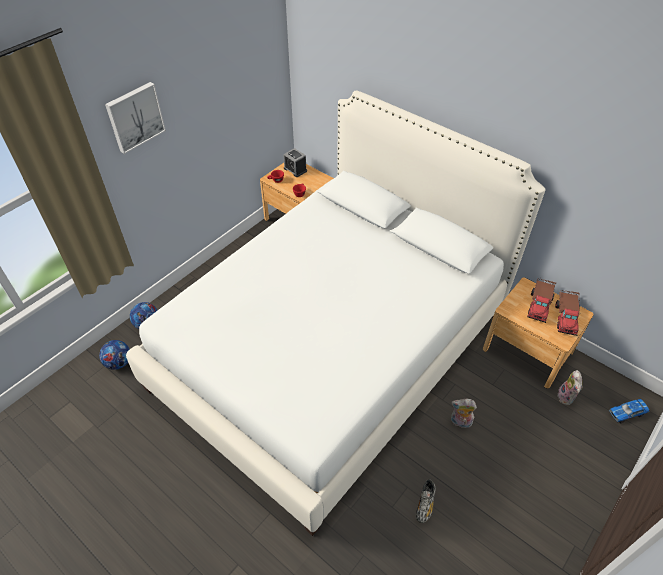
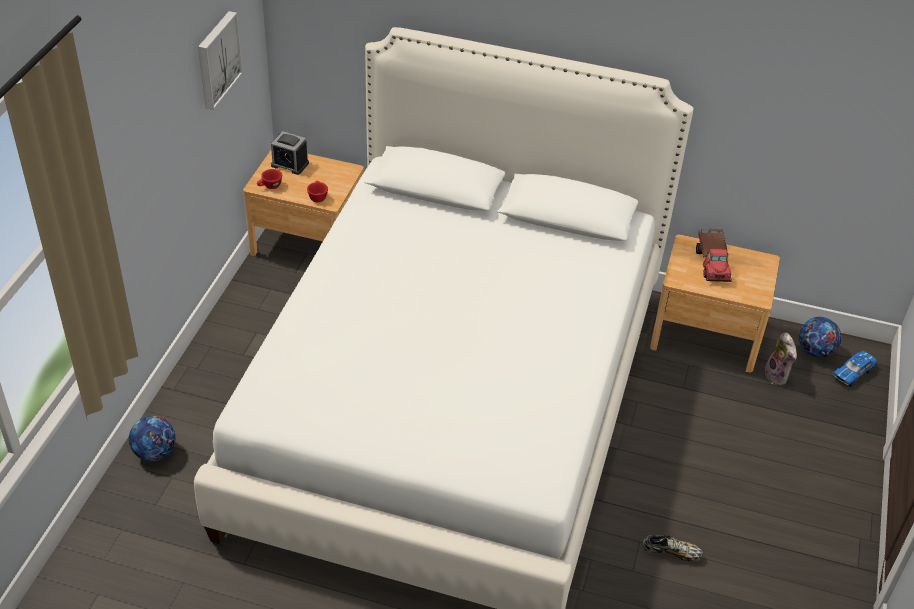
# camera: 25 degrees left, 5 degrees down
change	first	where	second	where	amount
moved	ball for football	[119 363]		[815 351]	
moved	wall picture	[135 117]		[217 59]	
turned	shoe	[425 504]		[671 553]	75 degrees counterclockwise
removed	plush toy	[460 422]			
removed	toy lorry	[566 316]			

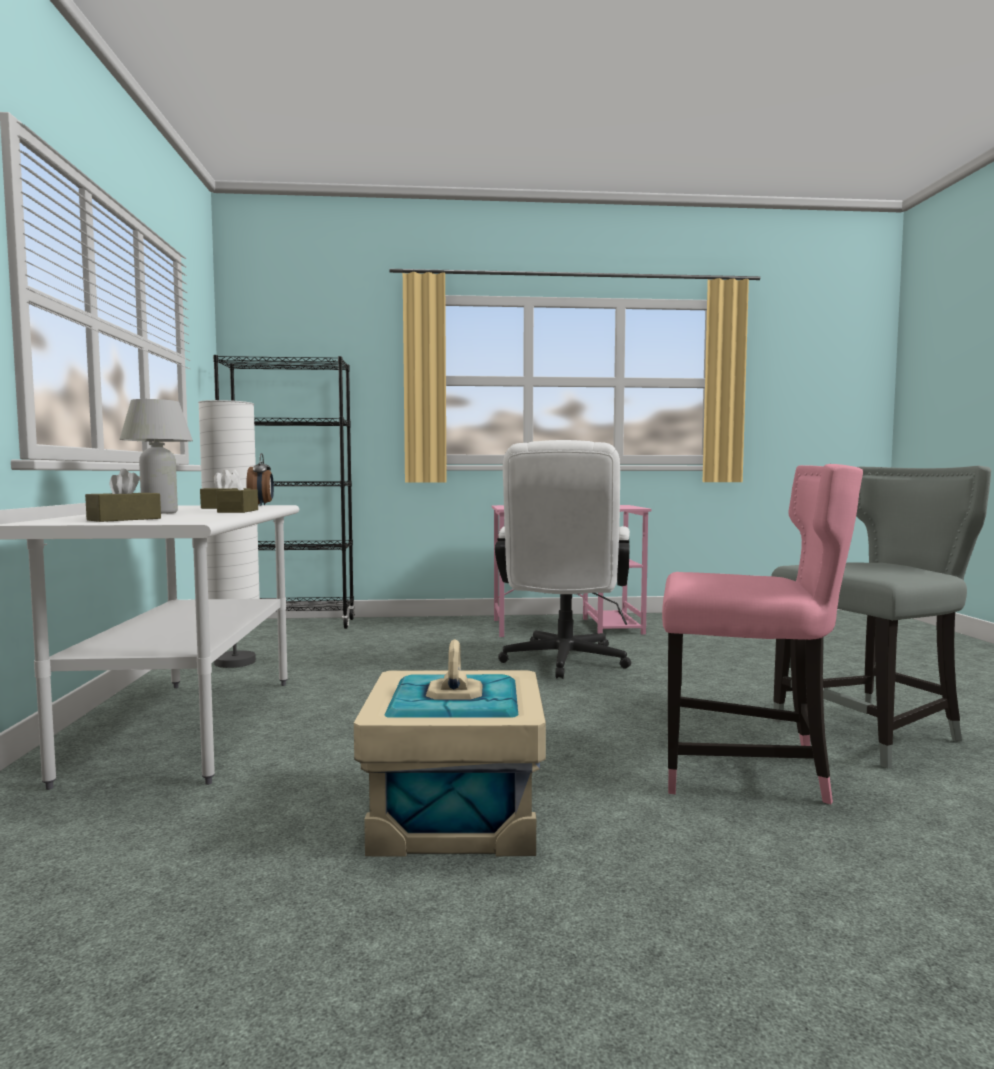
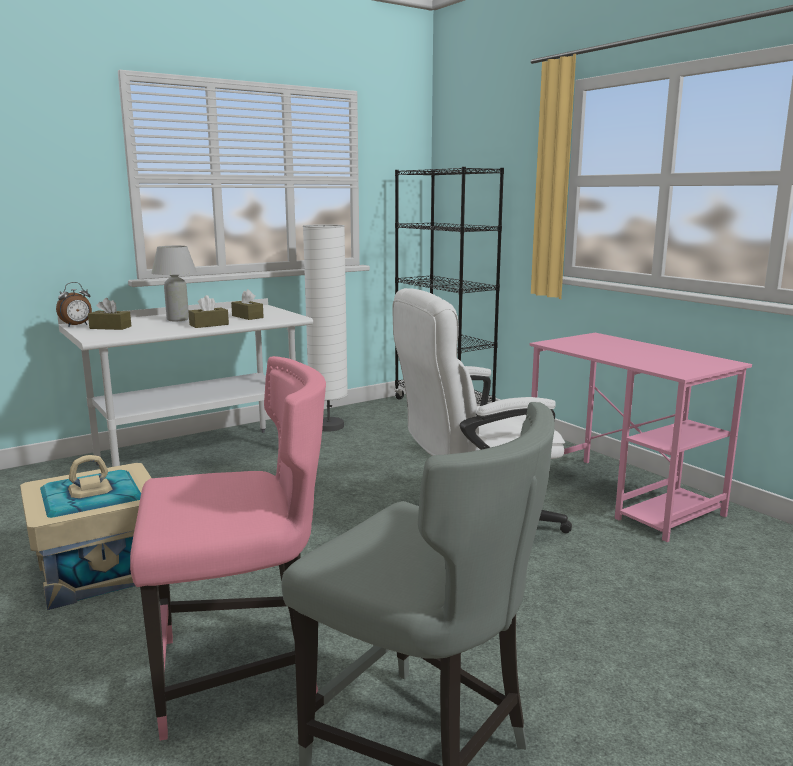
# camera: 60 degrees right, 10 degrees up
change	first	where	second	where	amount
moved	bedside clock	[261 505]		[77 325]	
turned	pink plain chair	[746 770]		[241 673]	90 degrees counterclockwise

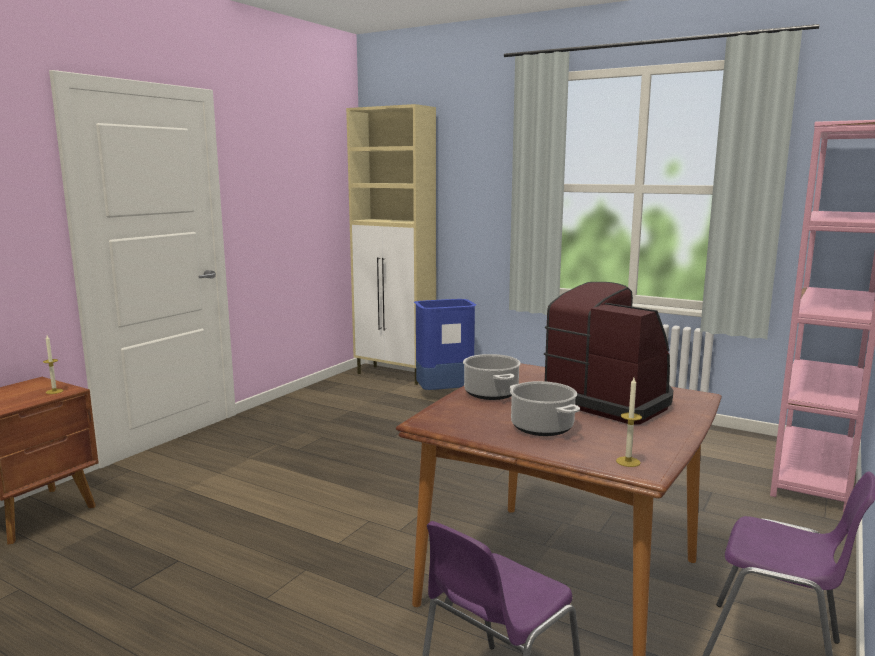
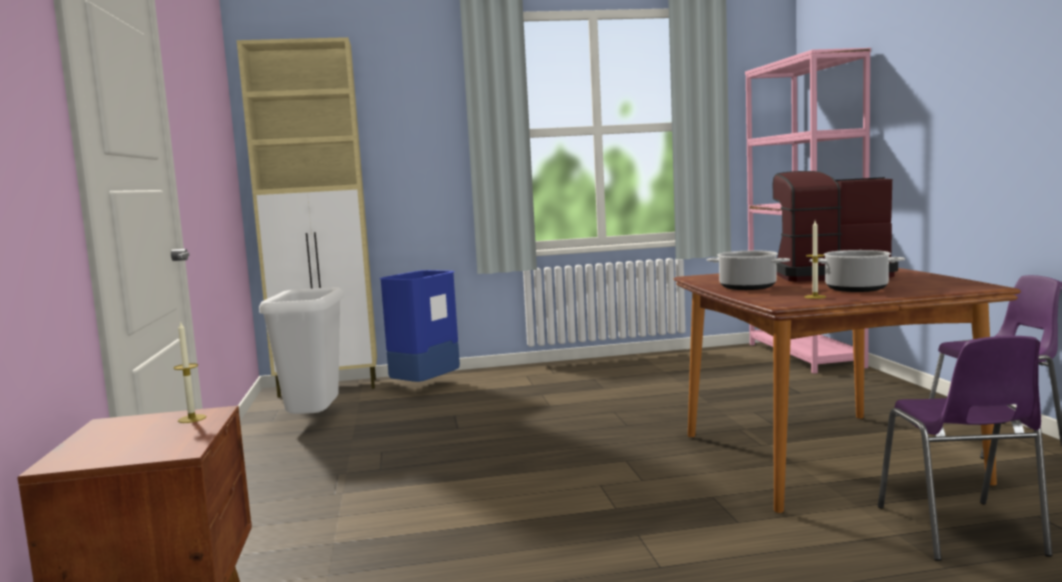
# camera: 40 degrees left, 5 degrees down
change	first	where	second	where	amount
moved	wax light	[628 461]		[815 297]	
added			white trash can	[313 423]	

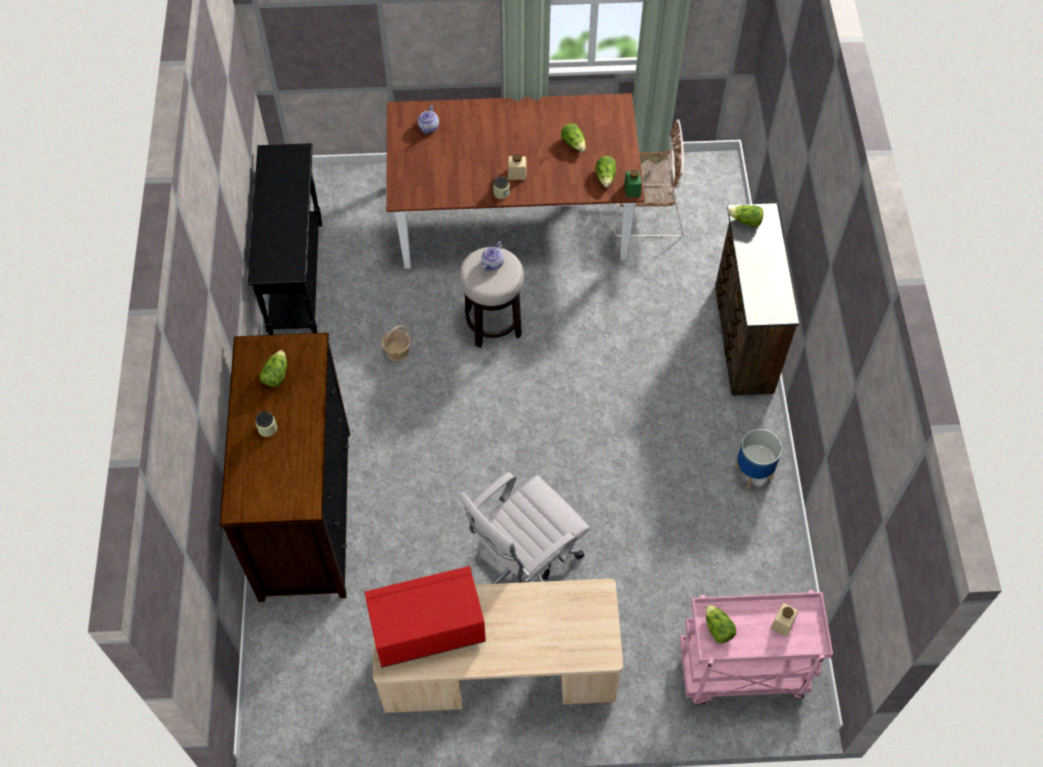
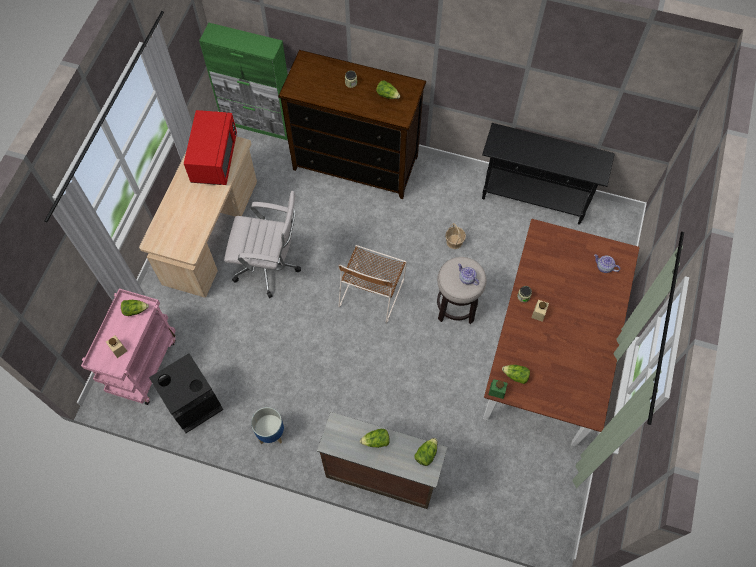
# camera: 110 degrees right, 5 degrees up
change	first	where	second	where	amount
turned	white office chair	[524 565]		[269 267]	120 degrees clockwise
moved	lettuce	[574 144]		[376 441]	
moved	brown plain chair	[644 210]		[372 290]	
added			black-coloured trash can	[193 404]	
added			green-coloured cupboard	[258 123]	

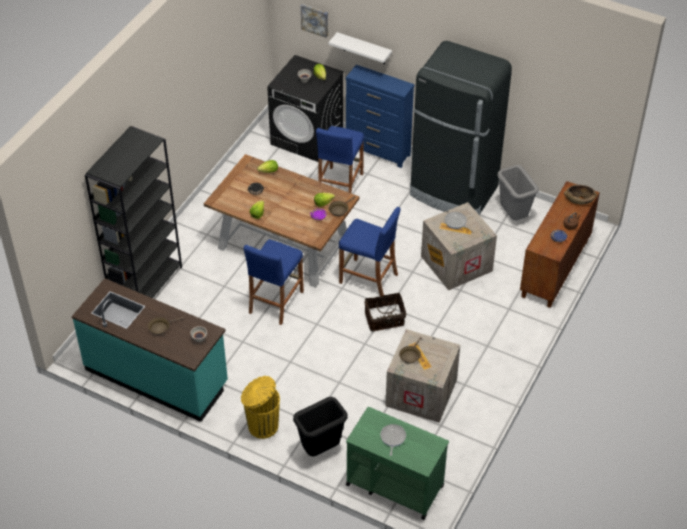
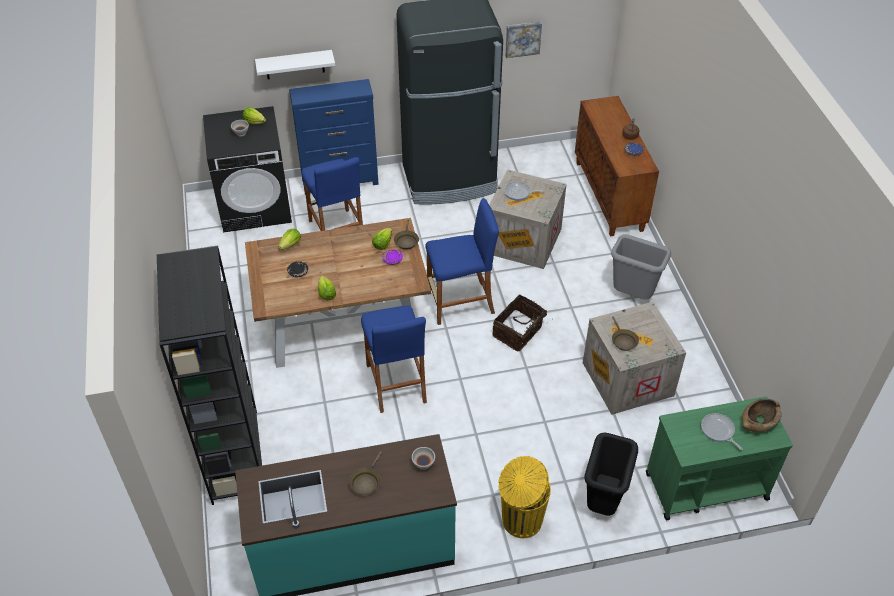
# camera: 40 degrees left, 0 degrees up
change	first	where	second	where	amount
moved	wall picture	[315 19]		[522 38]	
moved	greyish trash can	[513 215]		[632 295]	
moved	brown deep dish	[579 199]		[758 421]	

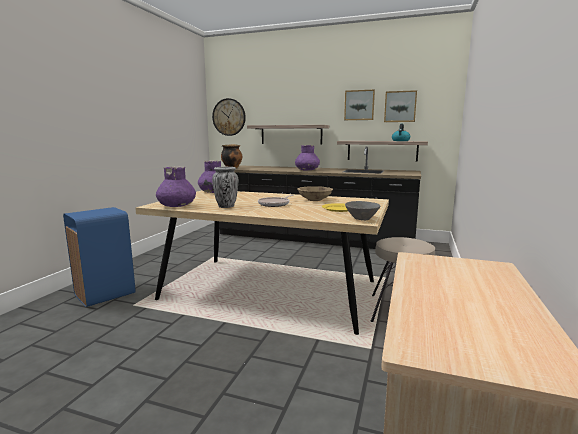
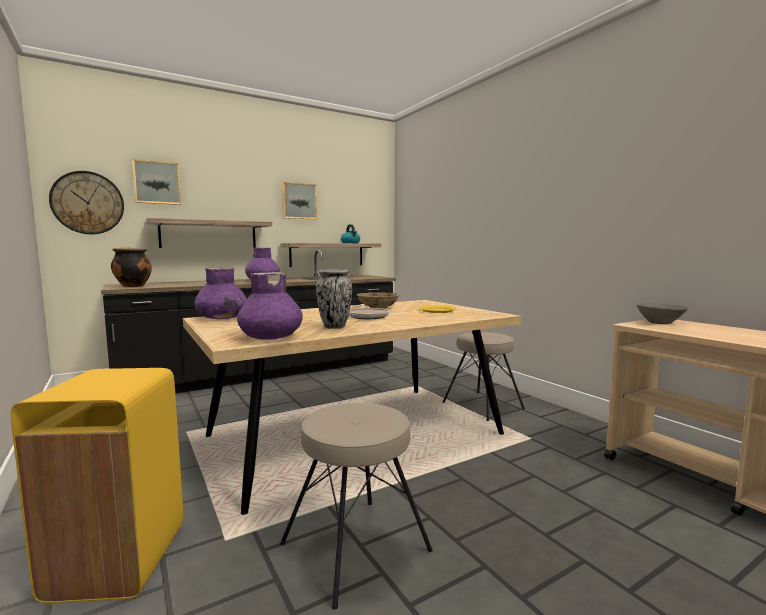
# camera: 50 degrees left, 5 degrees down
change	first	where	second	where	amount
recoloured	blue trash can	[104 294]	yellowish trash can	[116 561]	
moved	greyish deep dish	[362 219]		[660 323]	
moved	wall picture	[400 106]		[157 183]	
added			beige-coloured stool seat	[356 547]	

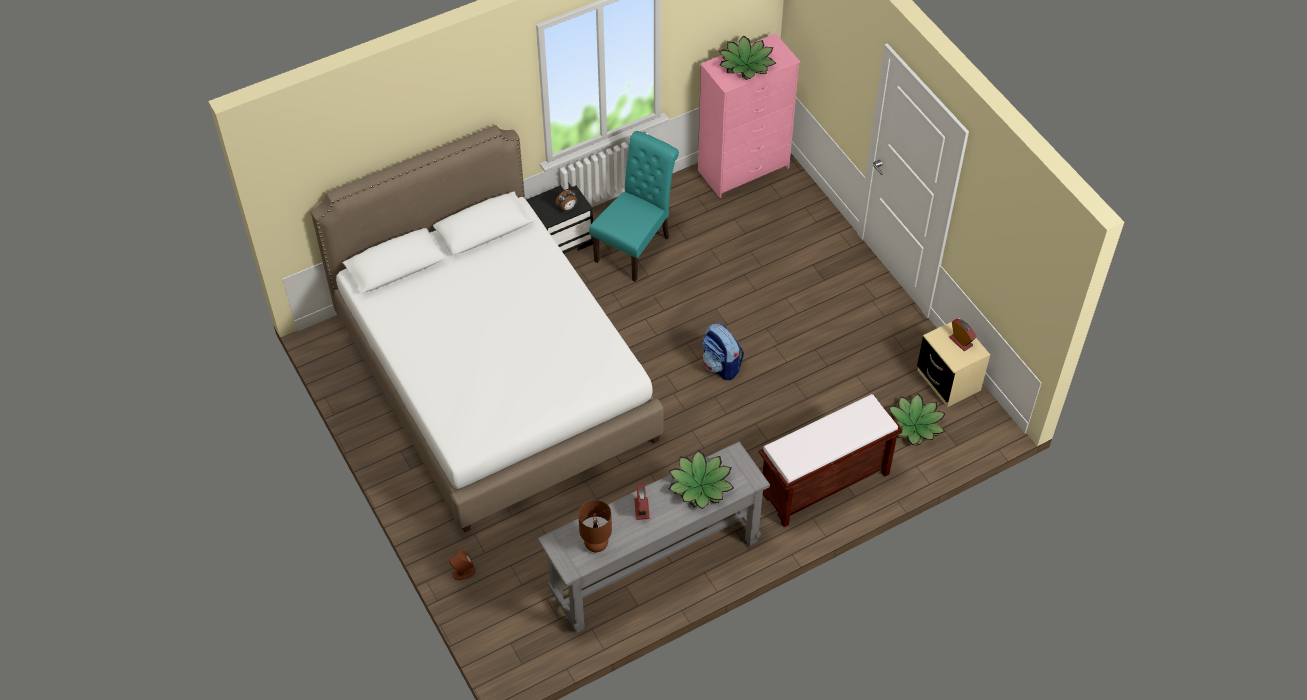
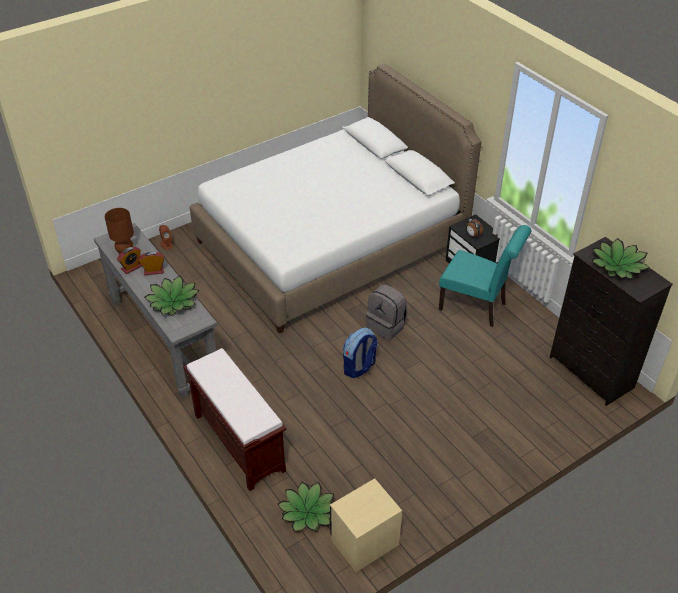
# camera: 85 degrees right, 10 degrees down
change	first	where	second	where	amount
recoloured	pink chest of drawers	[744 169]	black-coloured chest of drawers	[591 373]	
moved	bedside clock	[961 341]		[131 267]	
added			greyish backpack	[387 326]	

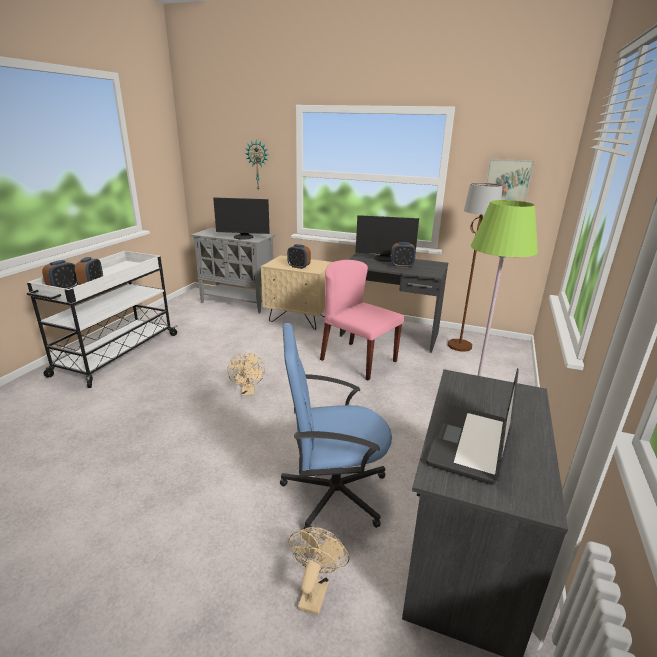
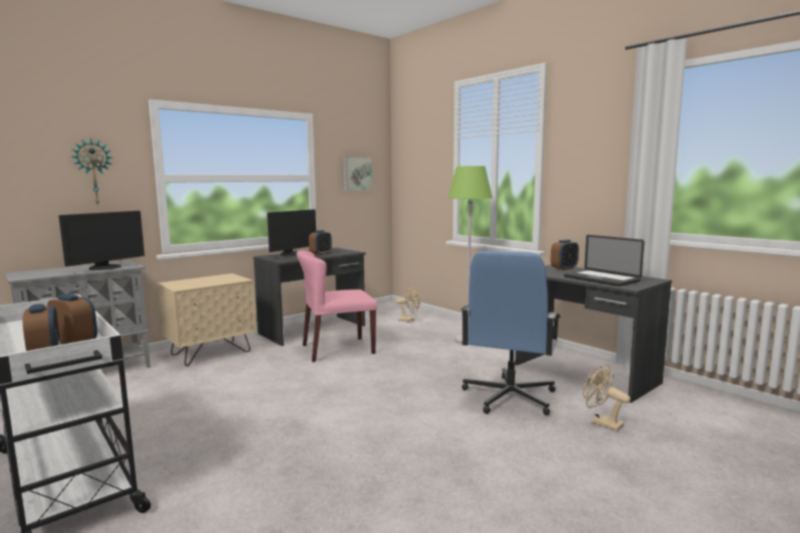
# camera: 60 degrees left, 15 degrees down
change	first	where	second	where	amount
moved	beige-coloured electric fan	[248 392]		[409 320]	
moved	bedside clock	[298 267]		[564 268]	
removed	brown standing lamp	[460 346]			

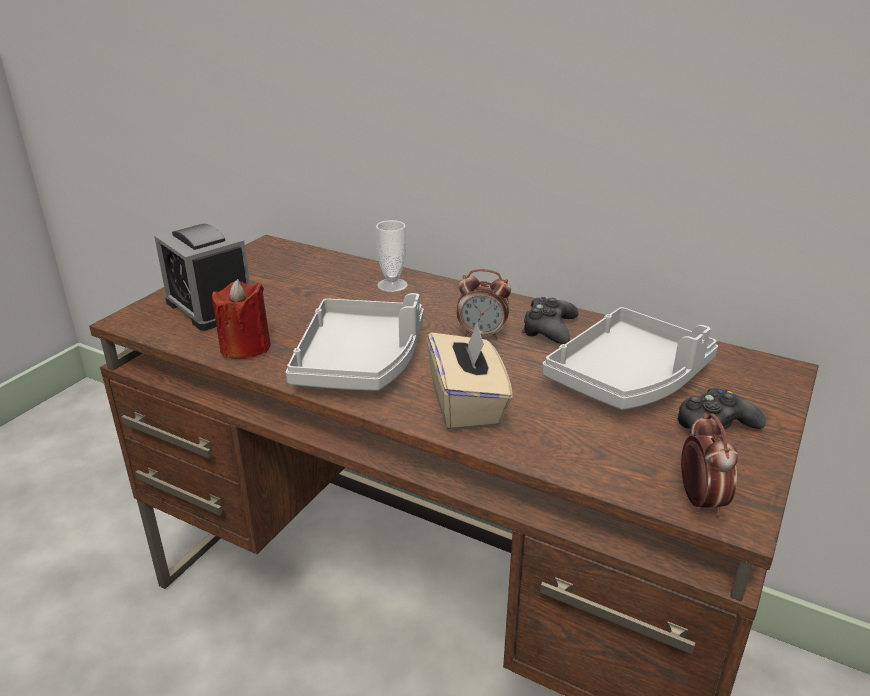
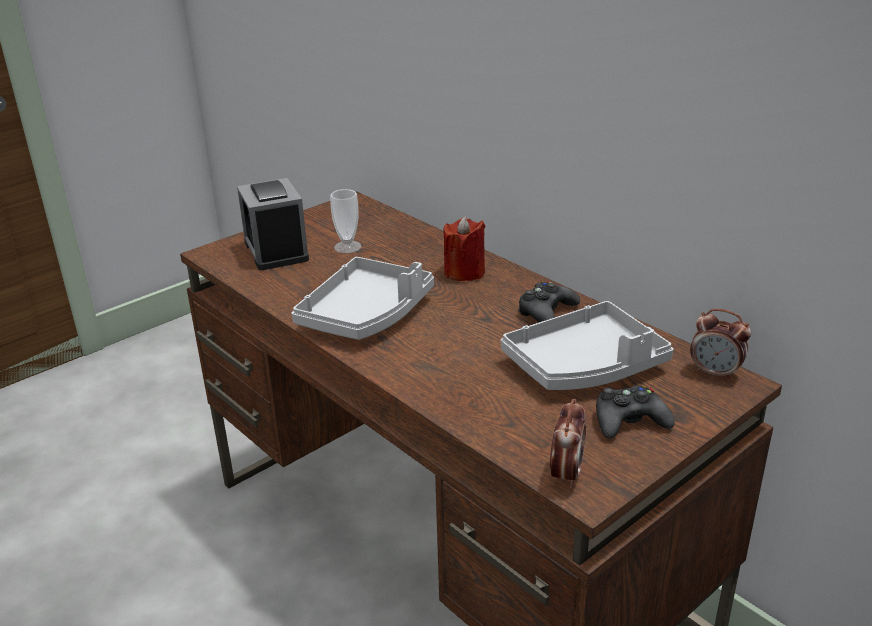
# camera: 20 degrees right, 0 degrees up
change	first	where	second	where	amount
moved	red wax light	[245 347]		[464 272]	
moved	cup	[392 285]		[347 247]	
removed	beige-coloured tissue box	[467 405]			
moved	bedside clock	[482 334]		[715 373]	

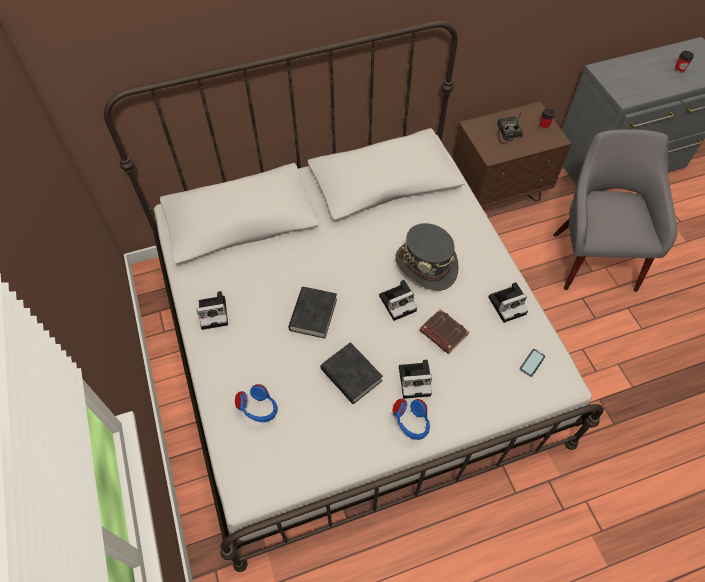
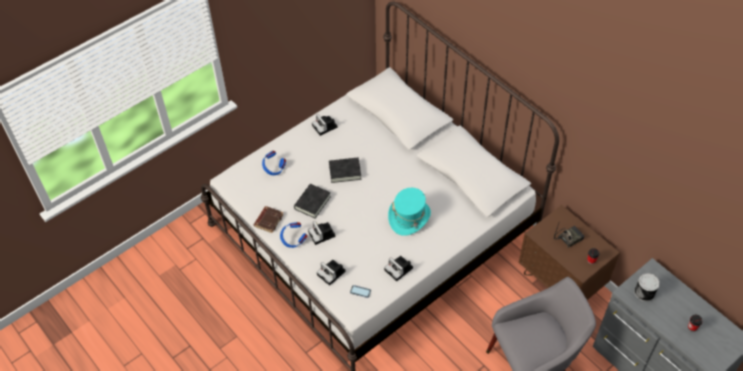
# camera: 70 degrees right, 5 degrees down
change	first	where	second	where	amount
moved	photo camera	[398 302]		[332 273]	
recoloured	greyish clothing hat	[426 265]	turquoise clothing hat	[409 217]	
moved	brown bound book	[442 333]		[268 220]	
added			can	[645 292]	

